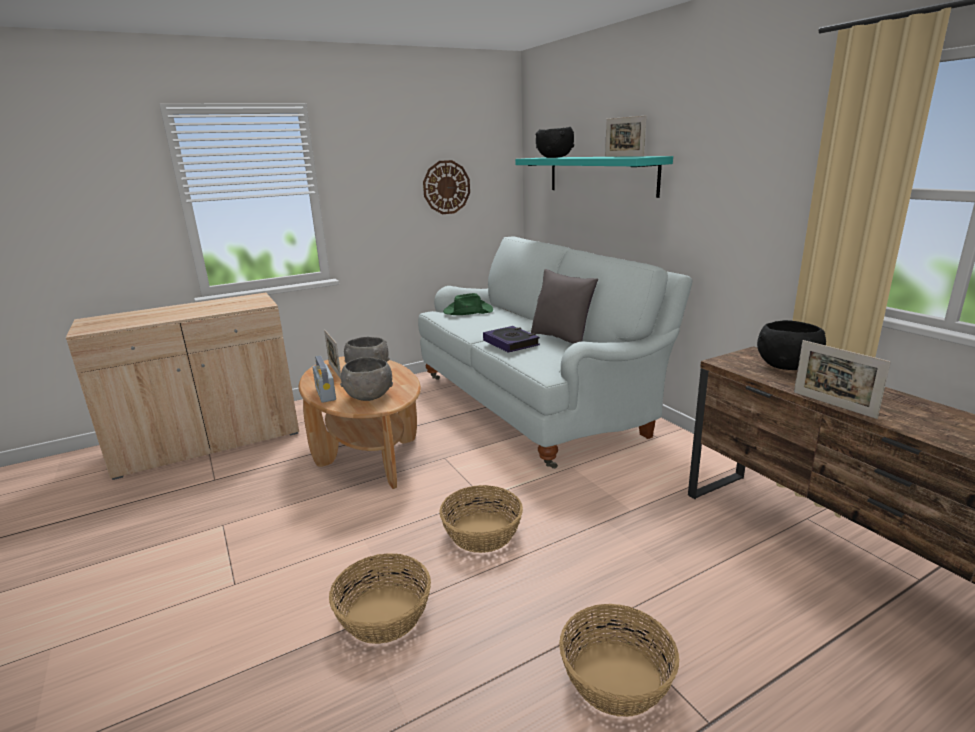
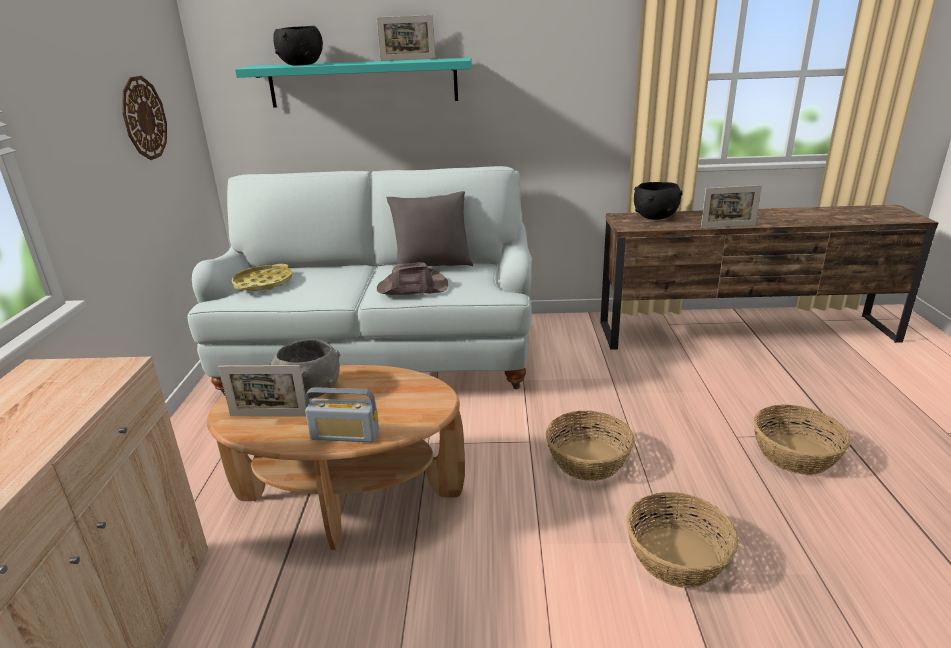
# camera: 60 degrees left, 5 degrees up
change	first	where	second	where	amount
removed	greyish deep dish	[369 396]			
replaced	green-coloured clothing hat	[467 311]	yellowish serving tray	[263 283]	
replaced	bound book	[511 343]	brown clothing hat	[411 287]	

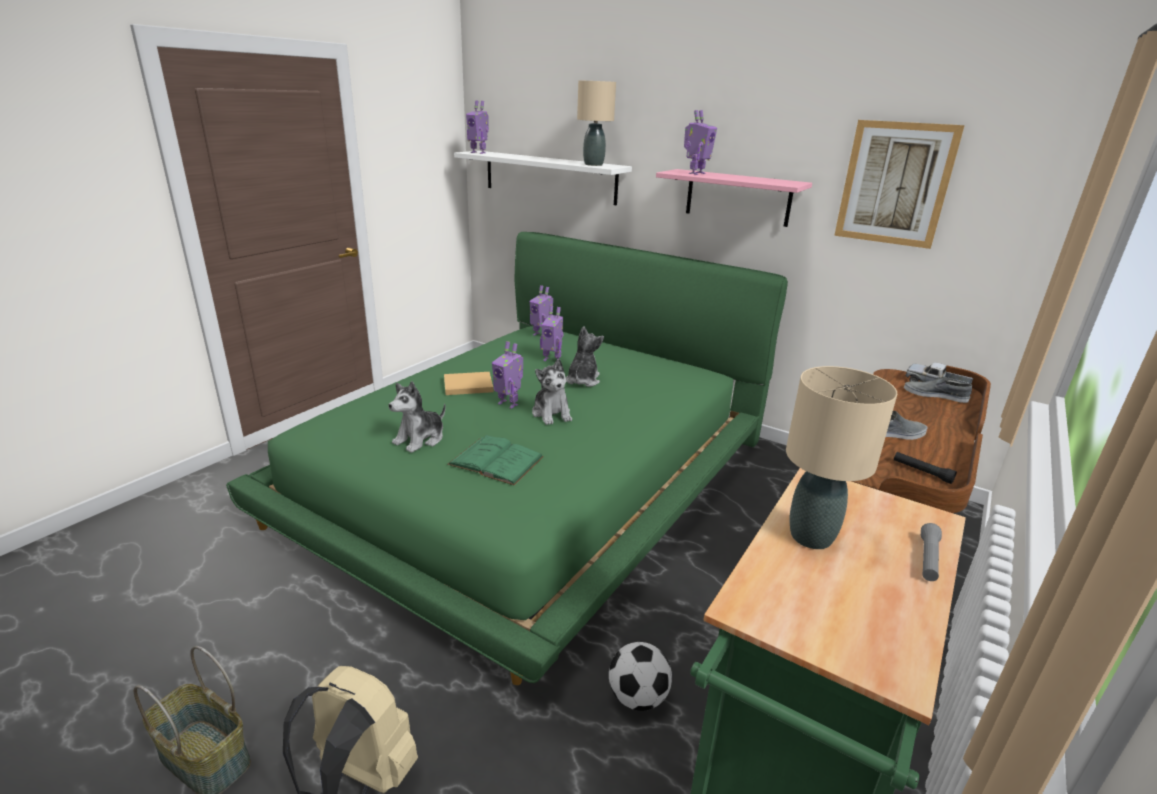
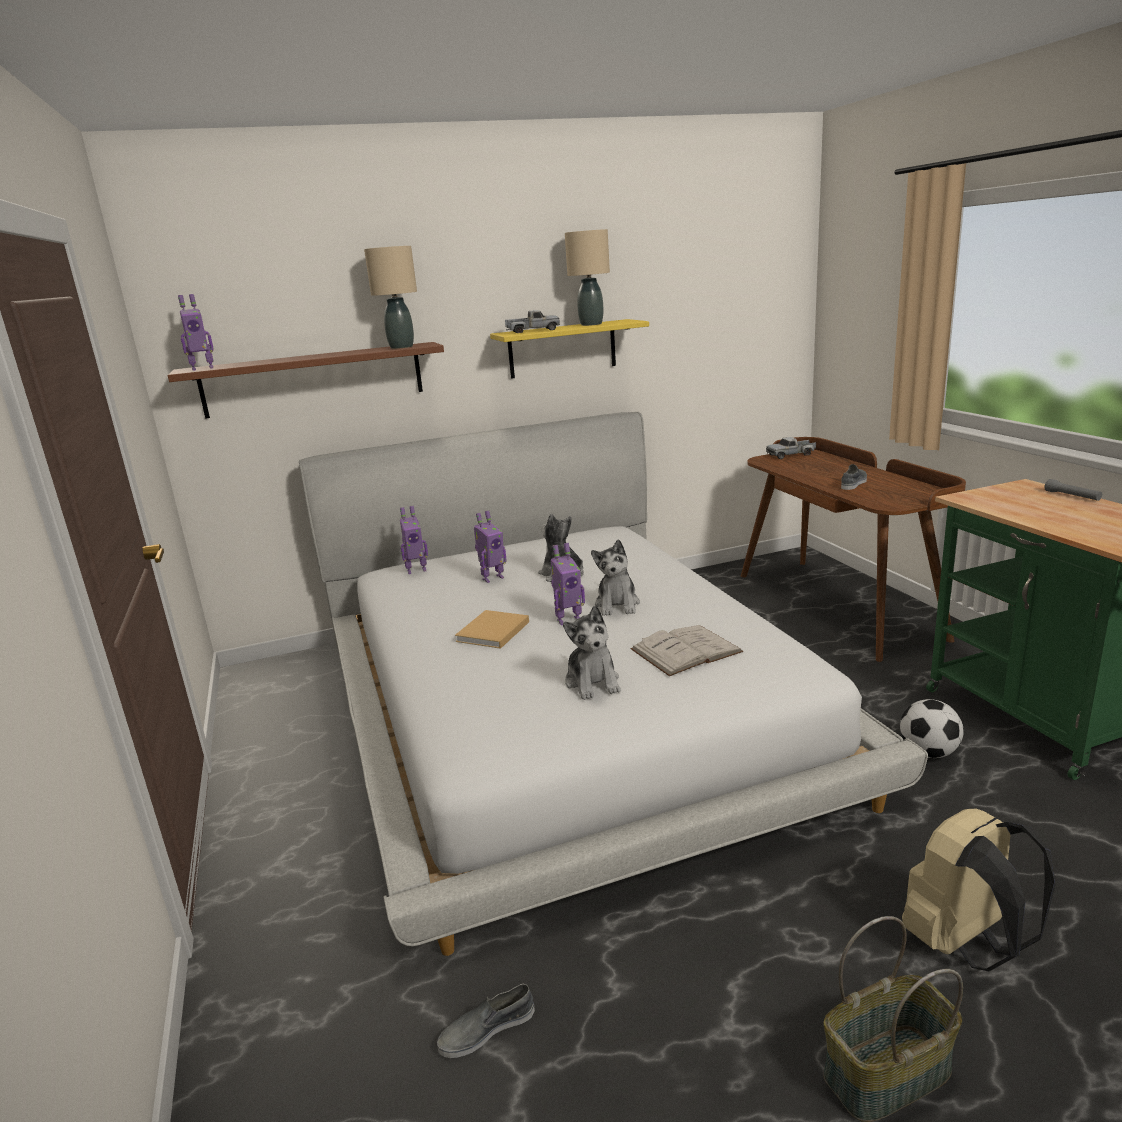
# camera: 50 degrees left, 5 degrees down
change	first	where	second	where	amount
recoloured	green-coloured bedroom bed	[533 475]	white bedroom bed	[563 708]	
recoloured	green-coloured bound book	[496 460]	white bound book	[686 650]	
recoloured	white shelf	[549 177]	brown shelf	[313 379]	
turned	plush toy	[552 413]		[617 604]	75 degrees clockwise
recoloured	pink shelf	[738 197]	yellowish shelf	[562 349]	
replaced	robot figure	[695 173]	toy lorry	[533 331]	
moved	beige-coloured lamp for a table	[812 537]		[591 324]	
removed	wall picture	[895 184]			
removed	black-coloured torch	[922 472]			
moved	greyish shoe	[935 395]		[486 1029]	

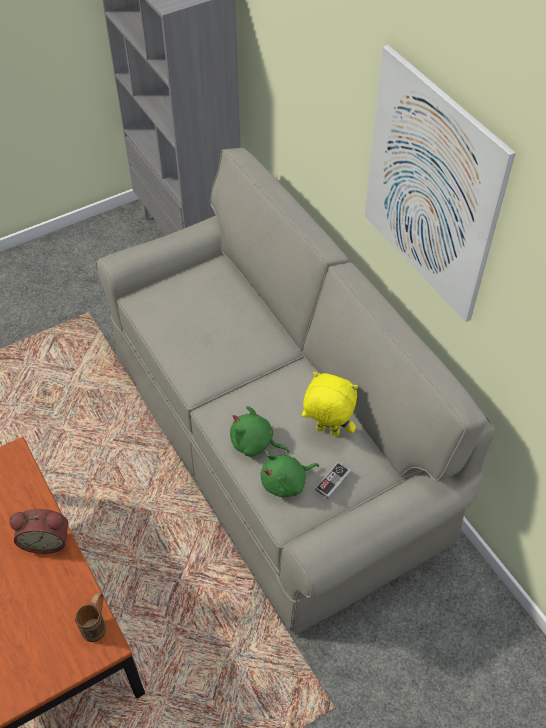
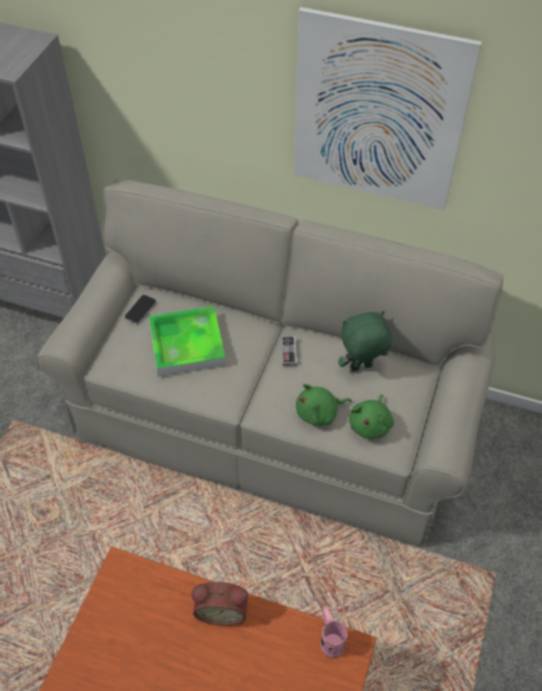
# camera: 40 degrees left, 0 degrees up
change	first	where	second	where	amount
turned	bedside clock	[46 540]		[222 610]	45 degrees clockwise
recoloured	brown tea mug	[97 624]	pink tea mug	[330 639]	
recoloured	yellowish plush toy	[327 431]	green-coloured plush toy	[361 368]	
moved	joypad	[333 481]		[289 352]	
added			phone	[140 310]	
added			serving tray	[187 344]	

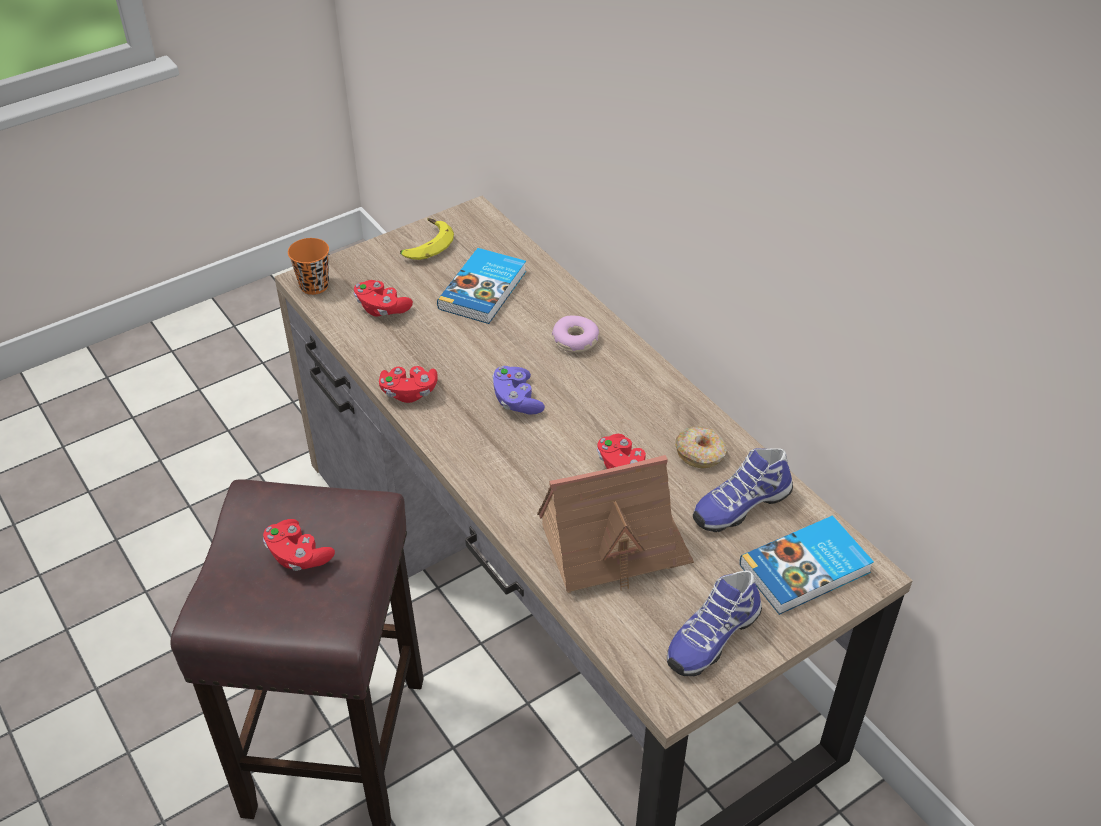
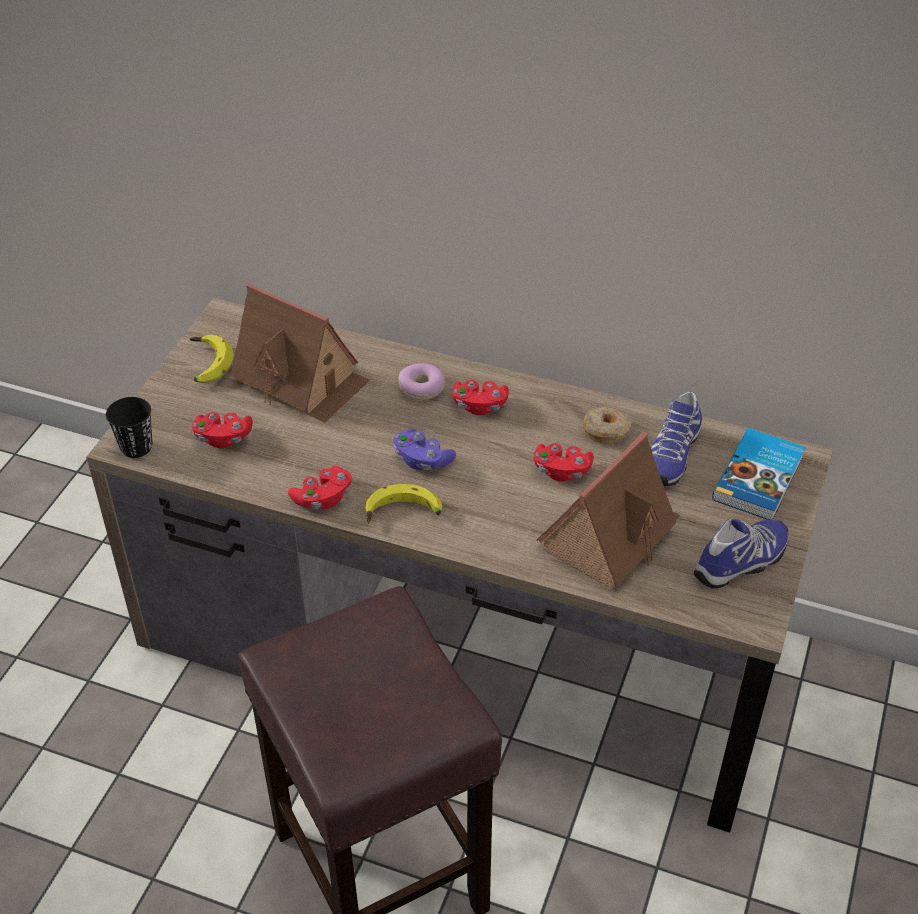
# camera: 35 degrees left, 0 degrees up
change	first	where	second	where	amount
moved	red joypad	[298 555]		[479 405]	
recoloured	orange cup	[314 286]	black-coloured cup	[136 447]	
replaced	bound book	[484 290]	miniature house	[301 380]	
turned	shoe	[711 636]		[742 563]	135 degrees counterclockwise
added			banana fruit	[403 514]	

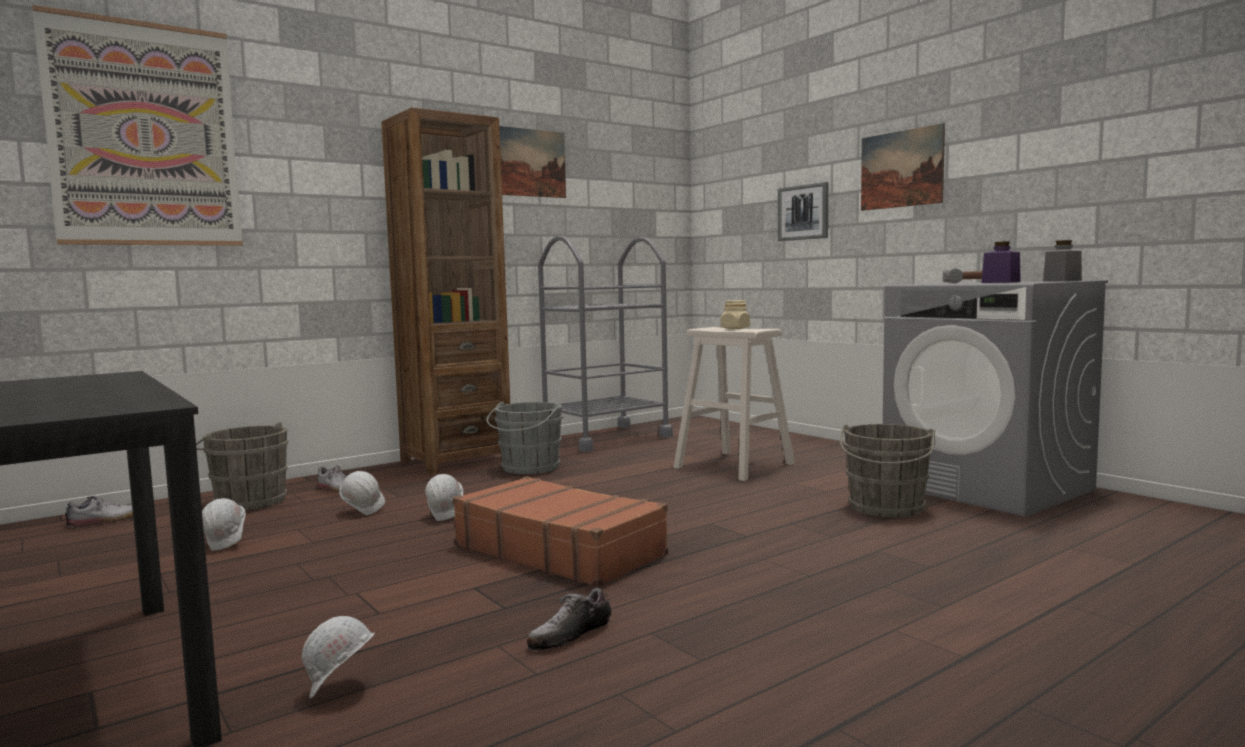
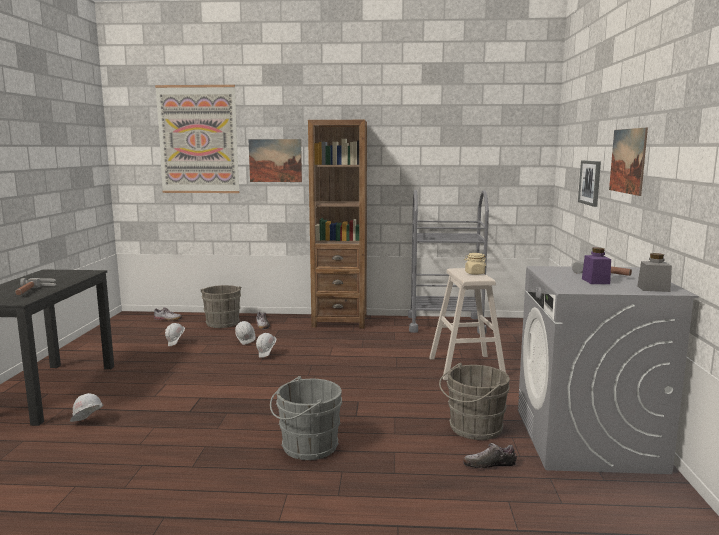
# camera: 40 degrees right, 5 degrees up
change	first	where	second	where	amount
removed	brown suitcase	[559 550]			
moved	greyish pail	[528 468]		[306 447]	
moved	wall picture	[529 163]		[275 160]	
moved	shoe	[569 636]		[489 464]	
added			tool hammer	[34 291]	

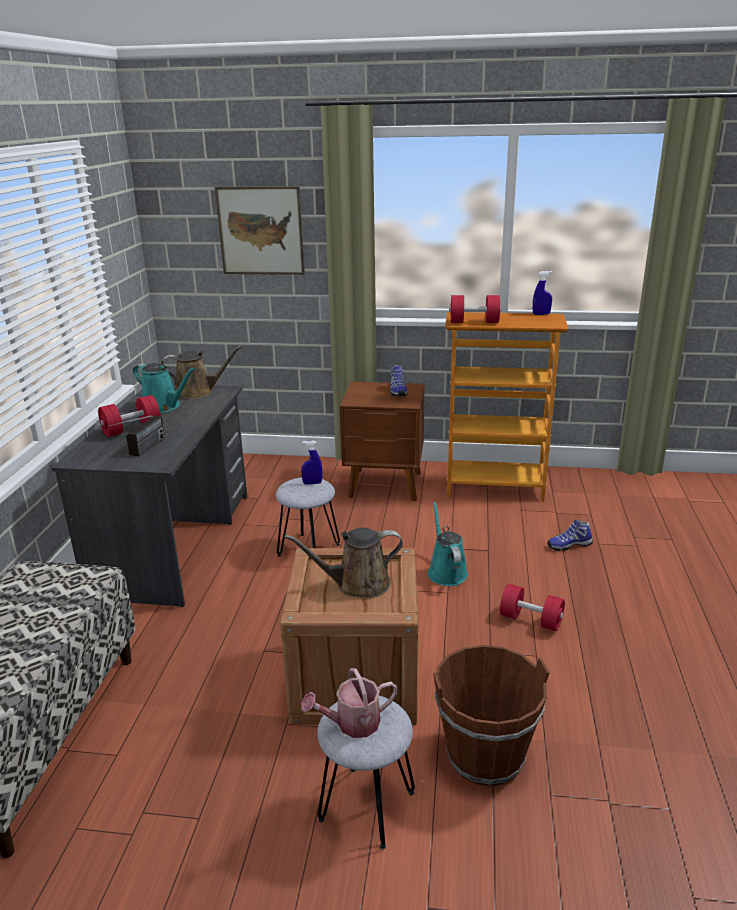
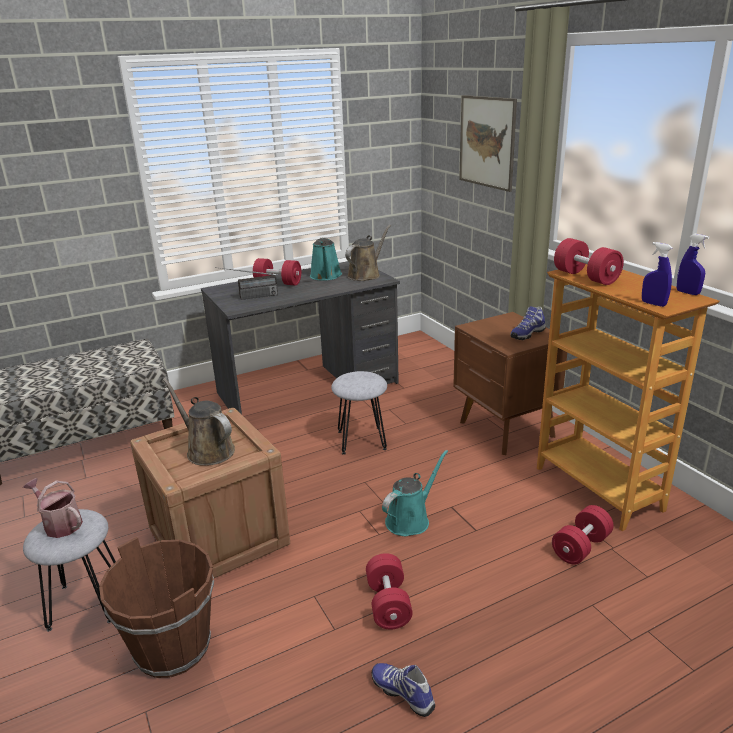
# camera: 55 degrees right, 0 degrees up
change	first	where	second	where	amount
turned	brown watering pot	[198 392]		[366 275]	105 degrees counterclockwise
moved	blue hand sprayer	[312 483]		[653 304]	
moved	shoe	[569 545]		[404 692]	
added			red hand weight	[581 547]	

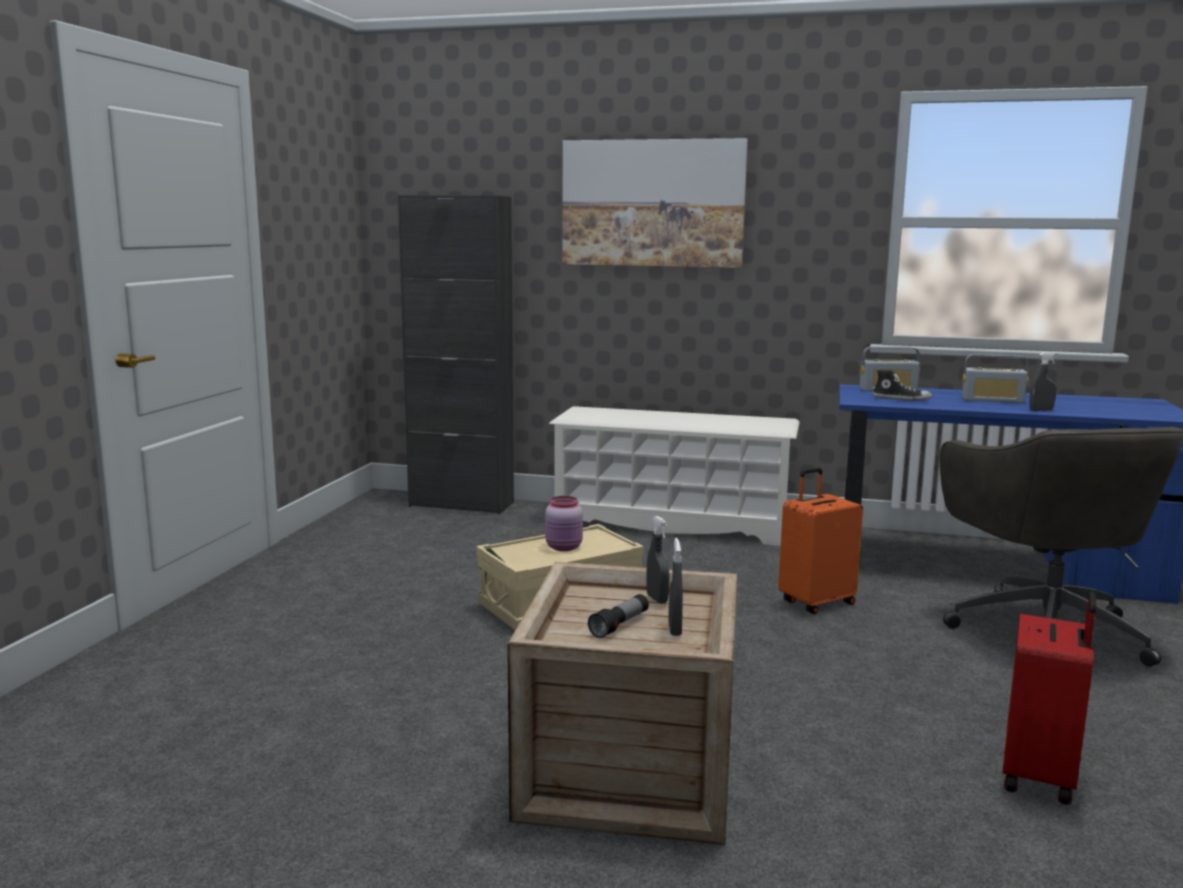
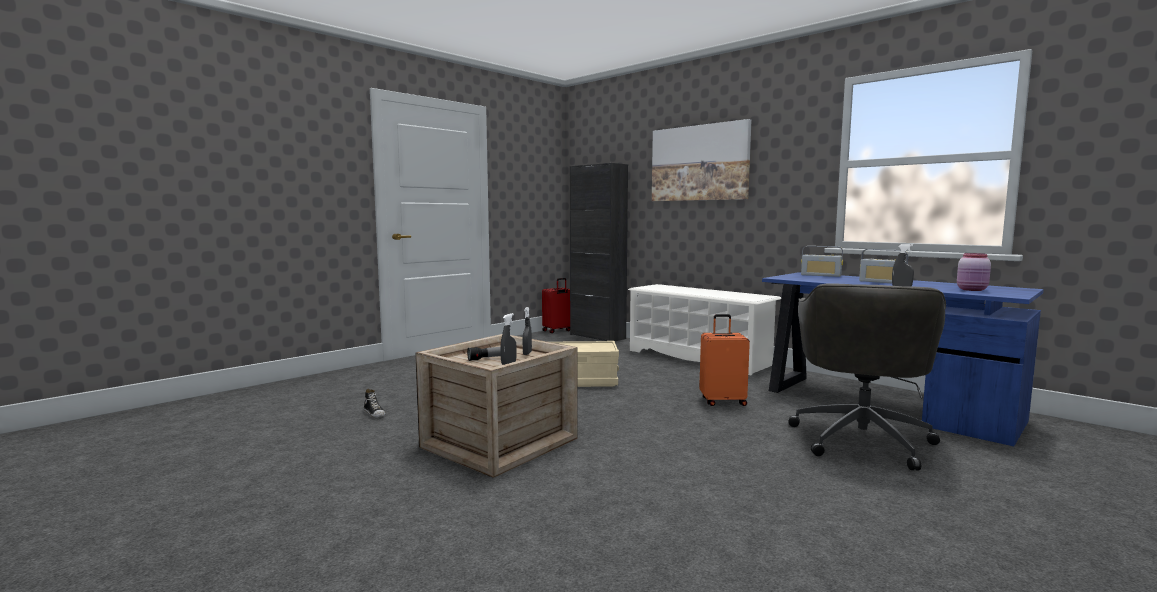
# camera: 30 degrees right, 5 degrees down
change	first	where	second	where	amount
moved	pink preserve jar	[564 547]		[972 290]	
moved	shoe	[901 399]		[375 413]	
moved	red suitcase	[1040 777]		[557 331]	

